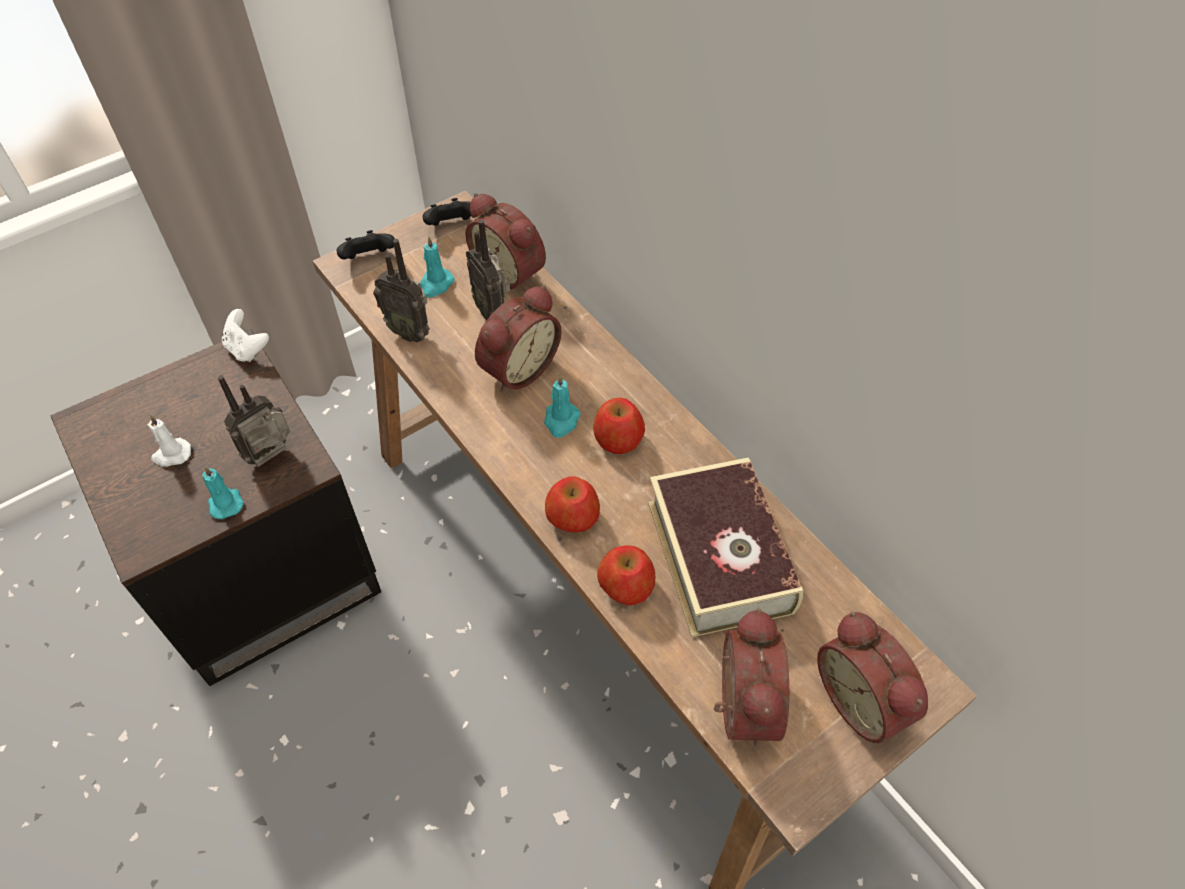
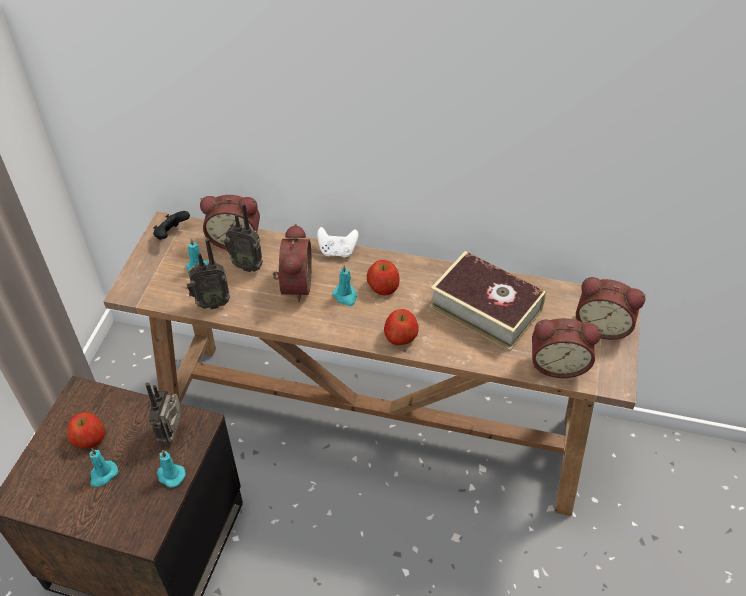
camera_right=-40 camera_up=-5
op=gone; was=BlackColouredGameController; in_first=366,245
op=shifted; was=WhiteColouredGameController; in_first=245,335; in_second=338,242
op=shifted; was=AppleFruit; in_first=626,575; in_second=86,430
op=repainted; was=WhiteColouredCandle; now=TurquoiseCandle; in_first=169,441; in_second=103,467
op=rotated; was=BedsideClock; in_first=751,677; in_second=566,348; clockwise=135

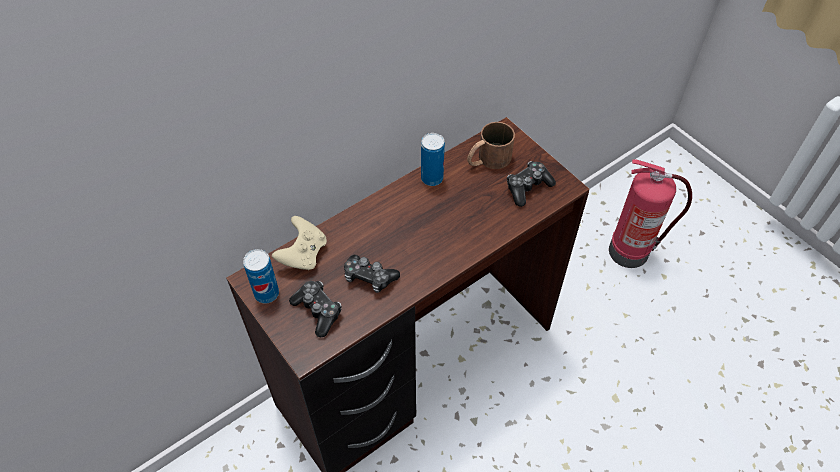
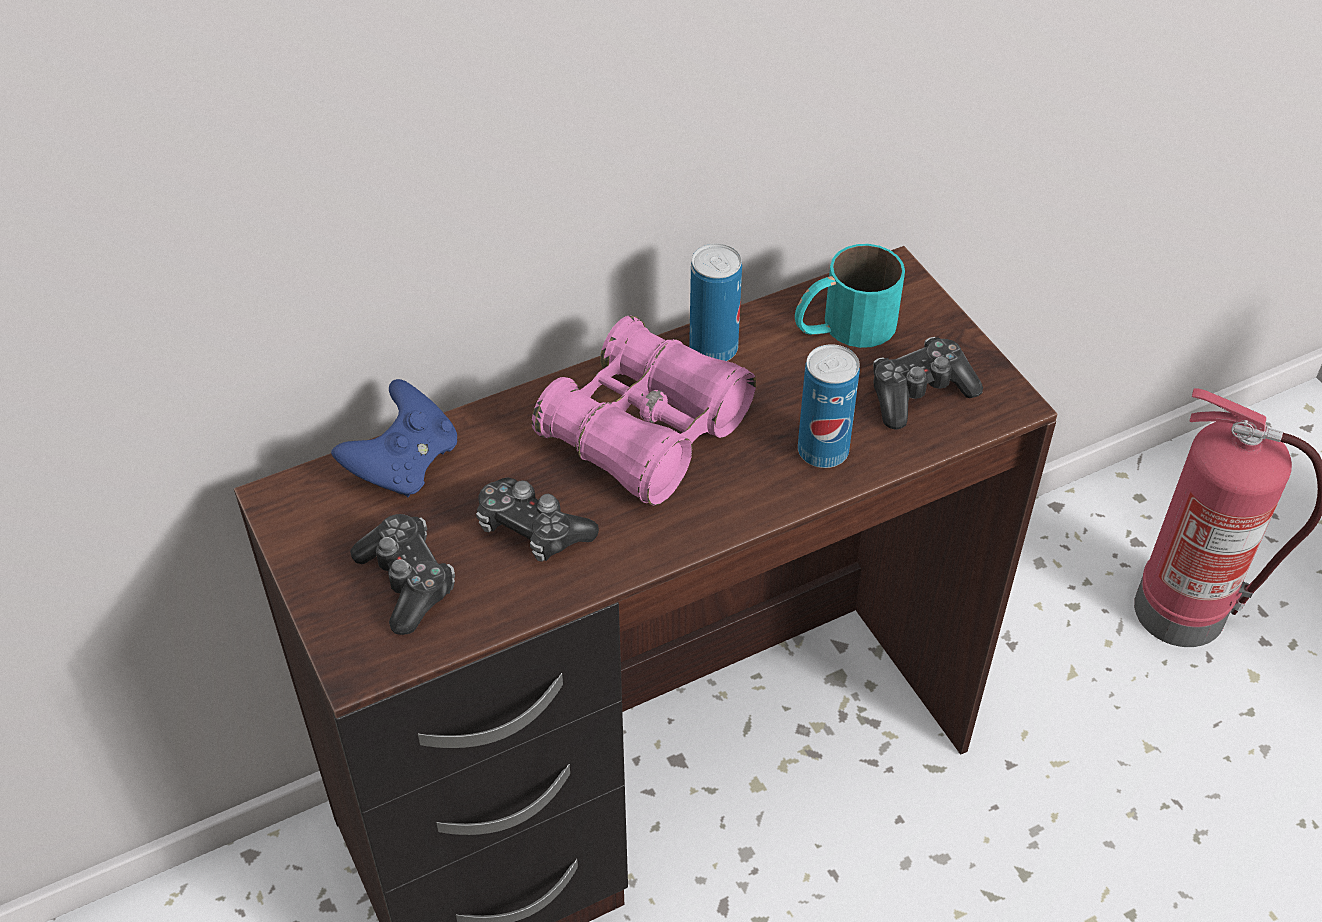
camera_right=10 camera_up=-5
op=new; now=PinkBinoculars; in_second=644,410
op=shifted; was=Can; in_first=261,276; in_second=829,406
op=repainted; was=BeigeGameController; now=BluishGameController; in_first=299,243; in_second=394,438
op=repainted; was=BrownColouredCoffeeMug; now=TurquoiseCoffeeMug; in_first=491,145; in_second=850,296

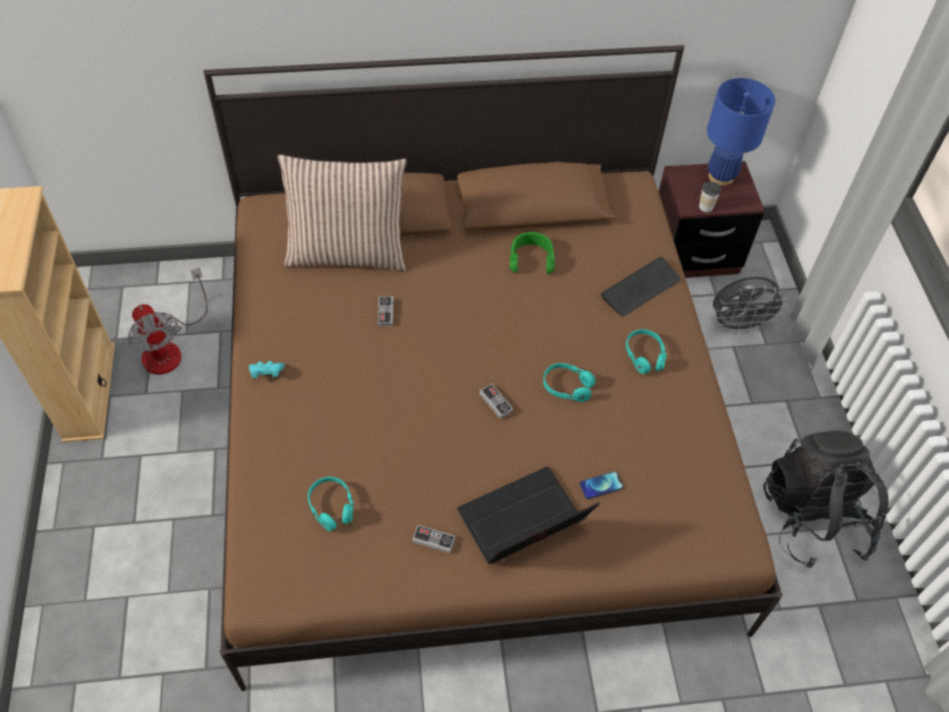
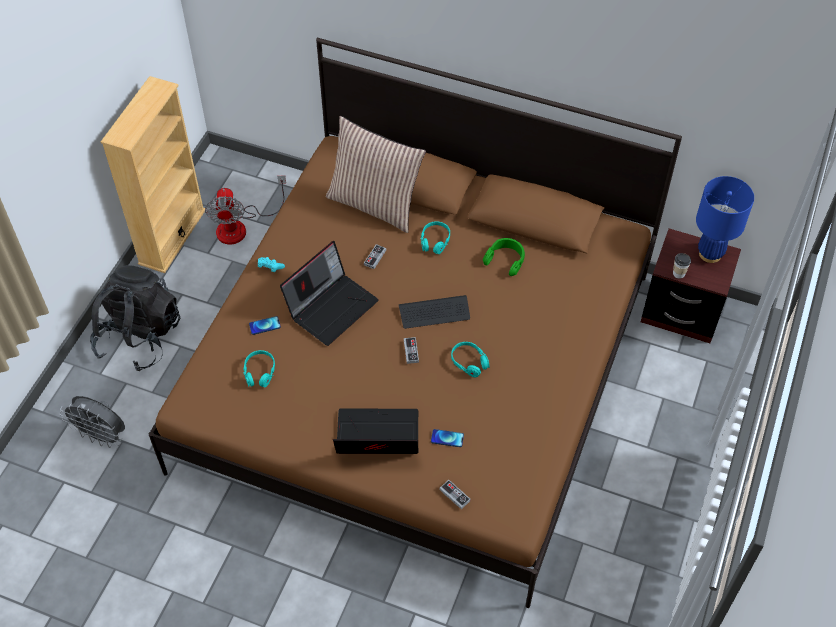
camera_right=30 camera_up=0
op=new; now=Handset; in_second=265,325
op=new; now=NotebookComputer; in_second=329,293
op=shifted; was=GameController; in_first=433,539; in_second=455,494
op=shifted; was=Keyboard; in_first=641,287; in_second=434,312
op=shifted; was=TurquoisePairOfHeadphones; in_first=646,351; in_second=435,237
op=shifted; was=GrayElectricFan; in_first=749,305; in_second=92,422
op=shifted; was=BlackColouredRucksack; in_first=826,499; in_second=135,318

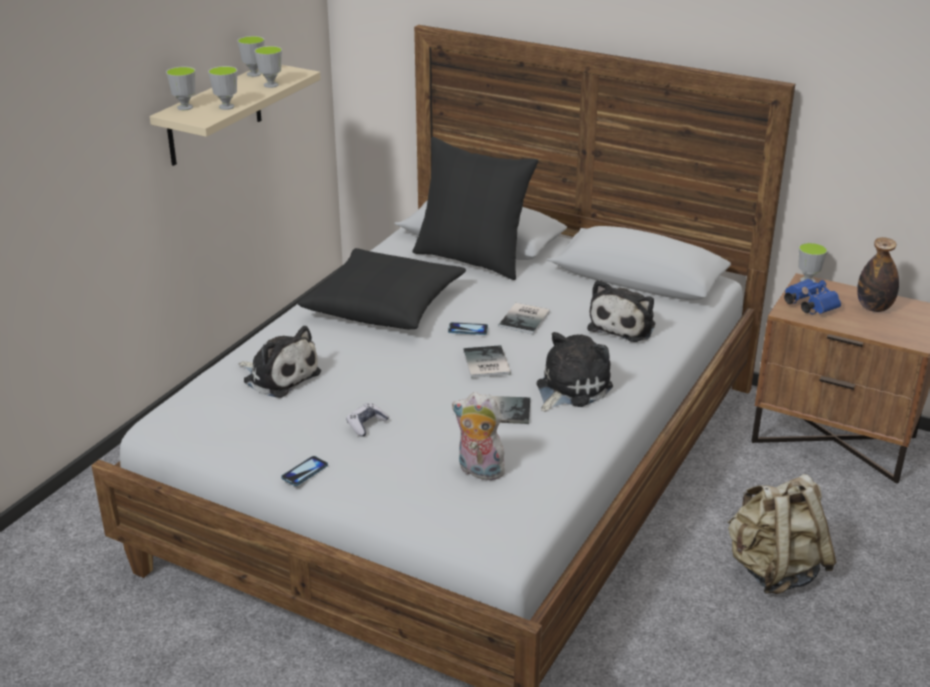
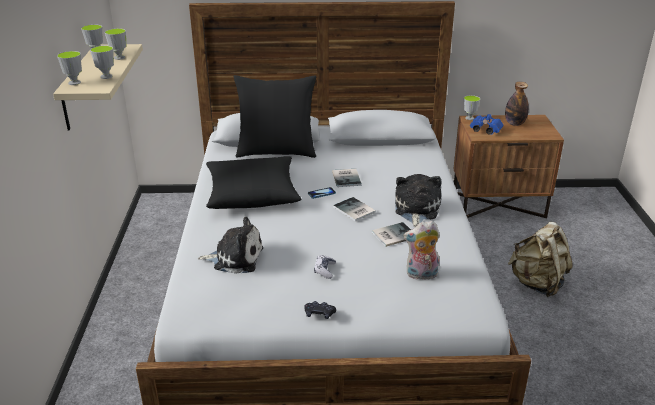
camera_right=-30 camera_up=0
op=gone; was=CuddlyToy; in_first=621,311
op=swapped; was=Handset; now=BlackColouredGameController; in_first=304,471; in_second=320,310

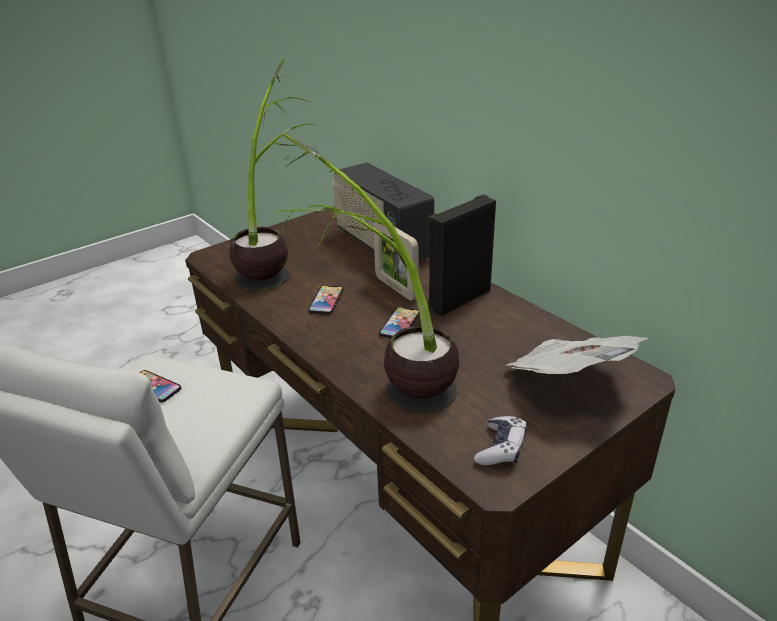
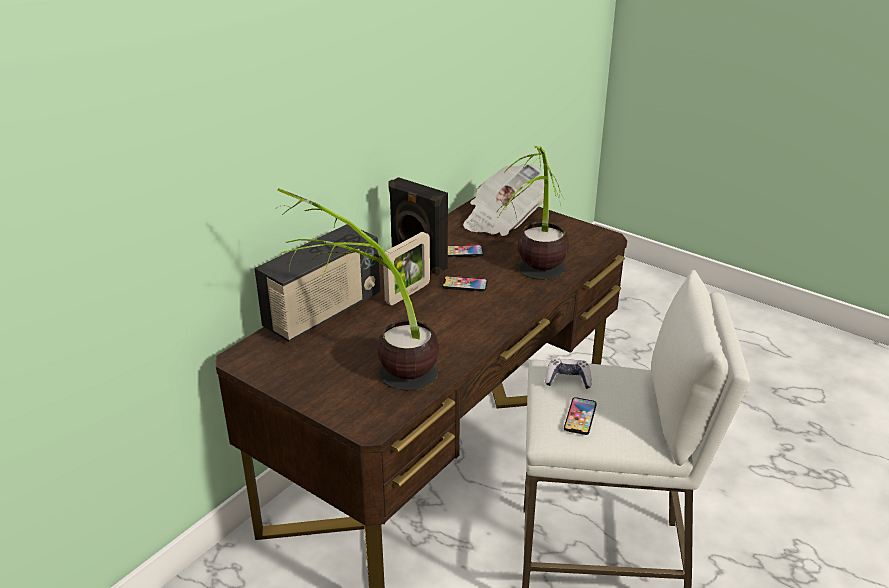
camera_right=-105 camera_up=0
op=shifted; was=Handset; in_first=325,299; in_second=465,251
op=shifted; was=GameController; in_first=500,441; in_second=568,373

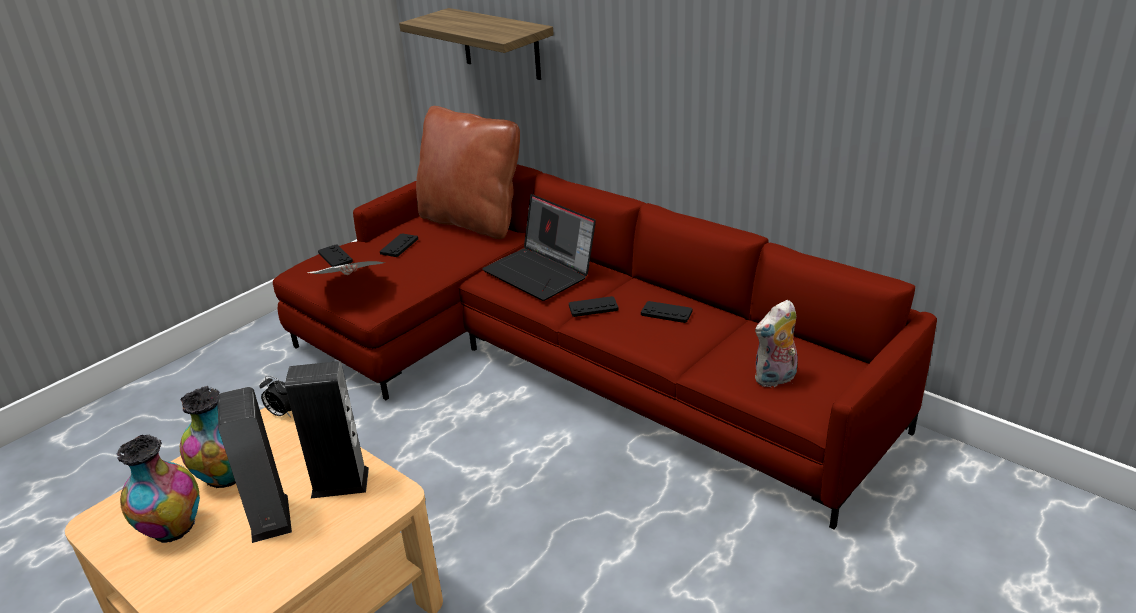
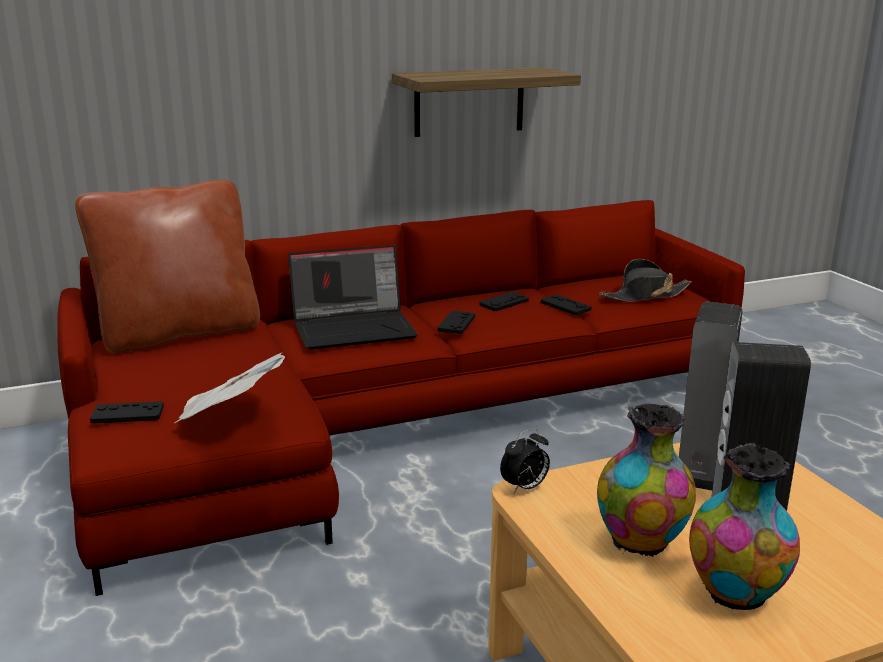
camera_right=-65 camera_up=-10
op=shifted; was=BlackColouredGameController; in_first=399,245; in_second=566,305
op=shifted; was=WallShelf; in_first=476,44; in_second=486,102
op=swapped; was=CuddlyToy; now=BlackColouredClothingHat; in_first=776,343; in_second=645,280

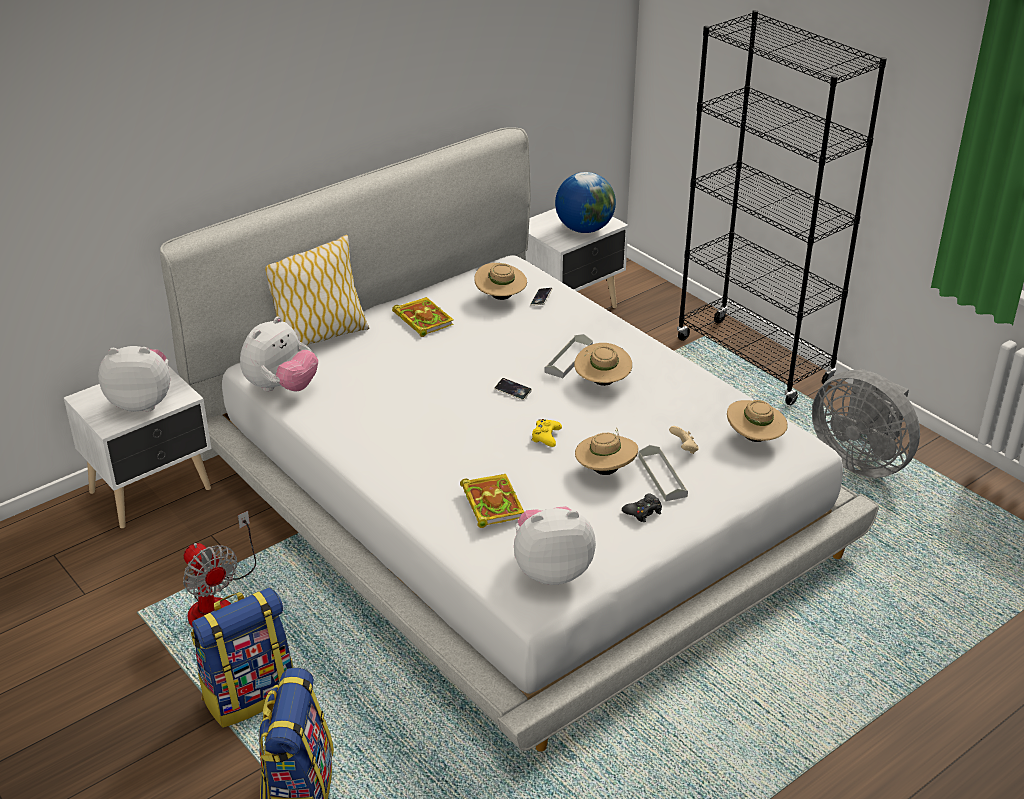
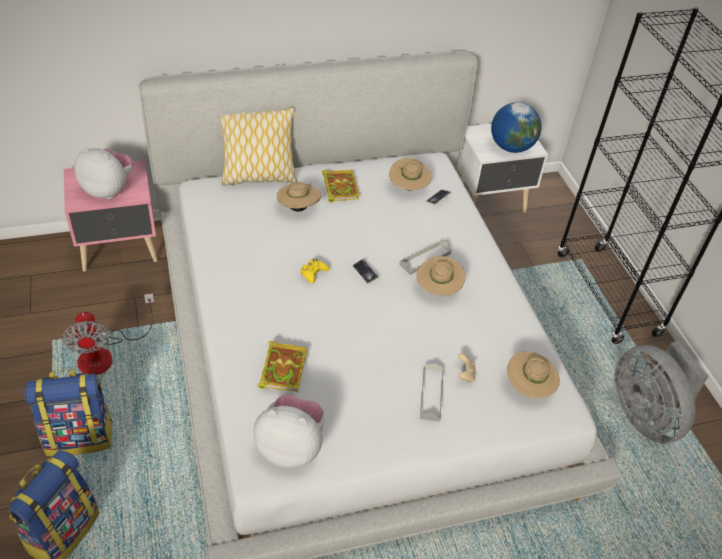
camera_right=20 camera_up=10
op=gone; was=CuddlyToy; in_first=279,354
op=gone; was=BlackColouredGameController; in_first=642,508
op=shifted; was=YellowColouredGameController; in_first=546,433; in_second=315,271
op=shifted; was=BeigeClothingHat; in_first=606,451; in_second=299,197
op=repainted; was=WhiteColouredNightTable; now=PinkNightTable; in_first=138,447; in_second=111,215

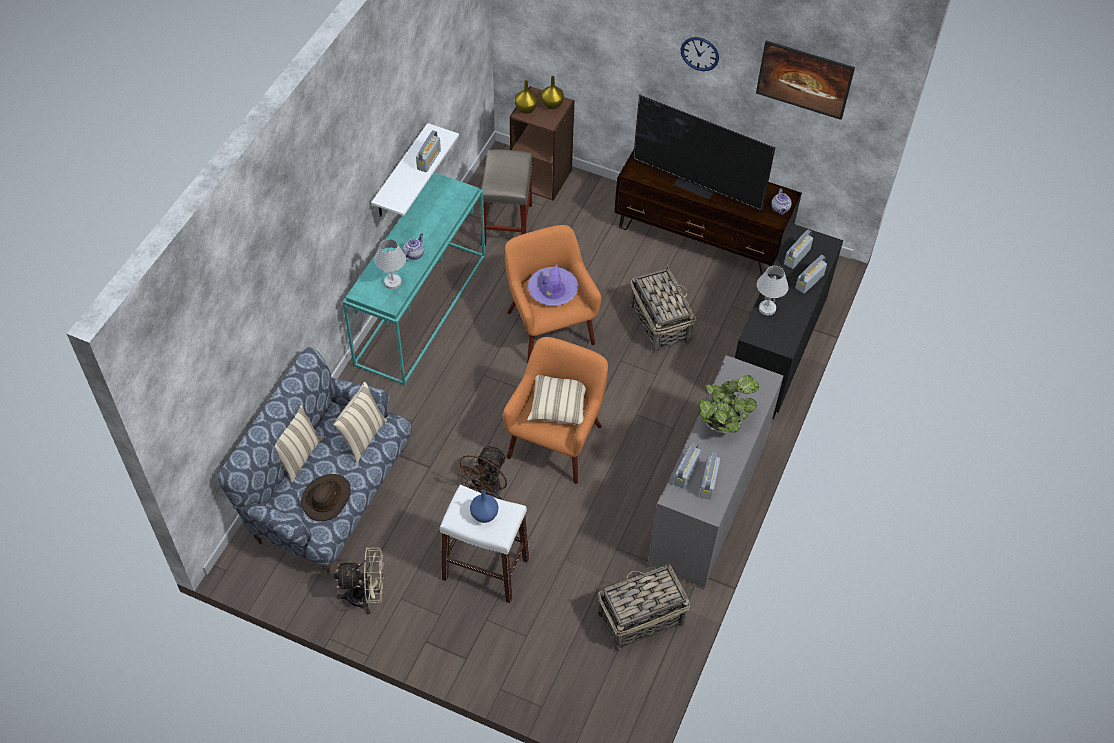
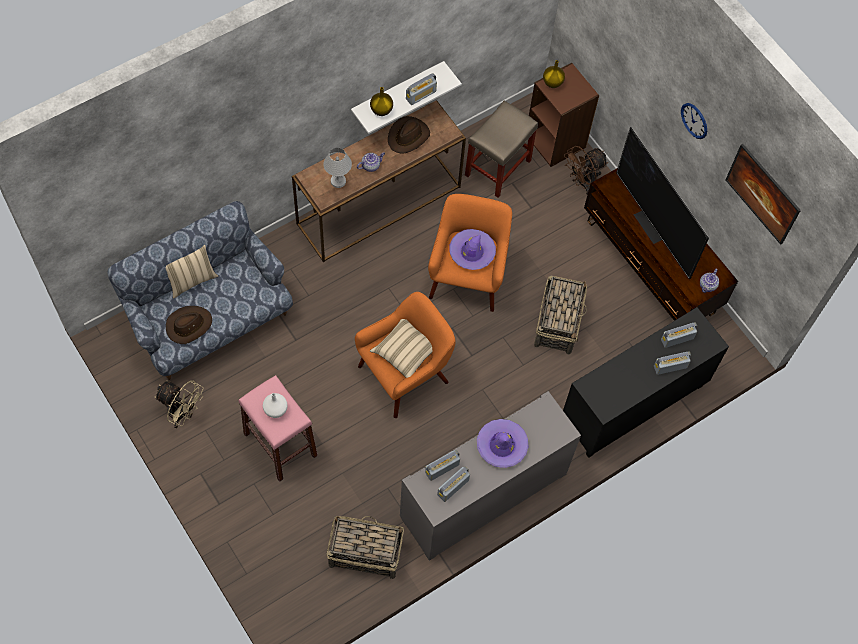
camera_right=30 camera_up=10
op=gone; was=BeigeCushion; in_first=360,422
op=gone; was=WhiteColouredTabletopLamp; in_first=773,290
op=new; now=BrownColouredClothingHat; in_second=409,135
op=shifted; was=BrownColouredElectricFan; in_first=481,472; in_second=586,170
op=shifted; was=YellowColouredVase; in_first=552,92; in_second=381,101
op=swapped; was=PottedPlant; now=PurpleColouredClothingHat; in_first=729,404; in_second=503,443
op=repainted; was=TurquoiseConsoleTable; now=BrownColouredConsoleTable; in_first=413,279; in_second=379,181
op=repainted; was=WhiteColouredSittingStool; now=PinkSittingStool; in_first=484,544; in_second=278,428
op=repainted; was=BluishVase; now=WhiteColouredVase; in_first=484,506; in_second=275,405

